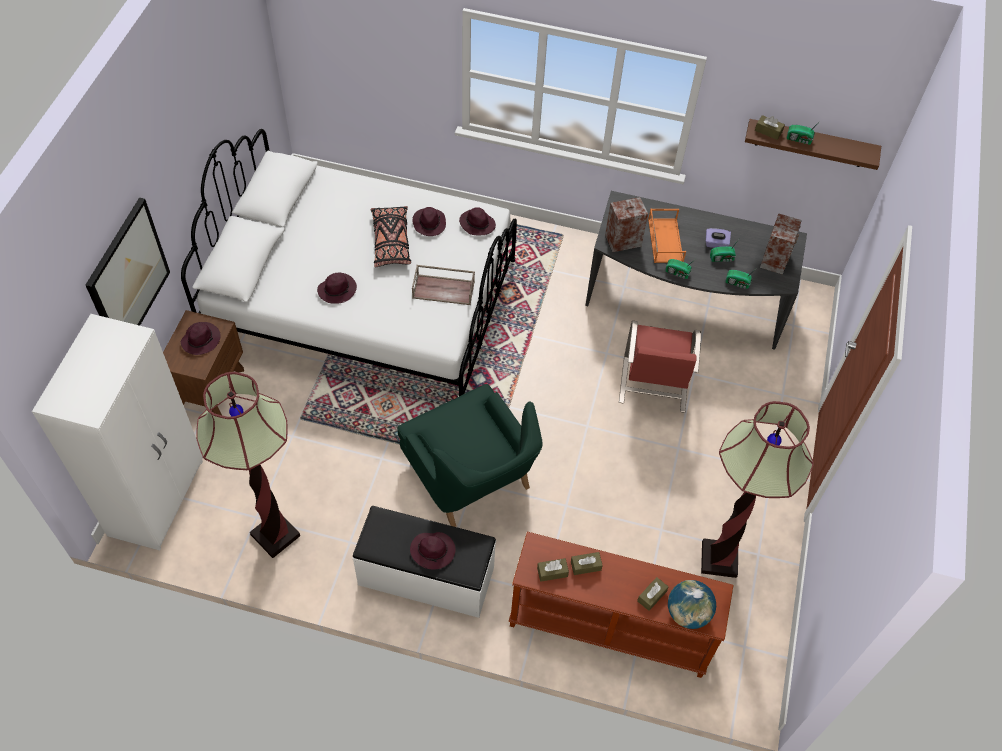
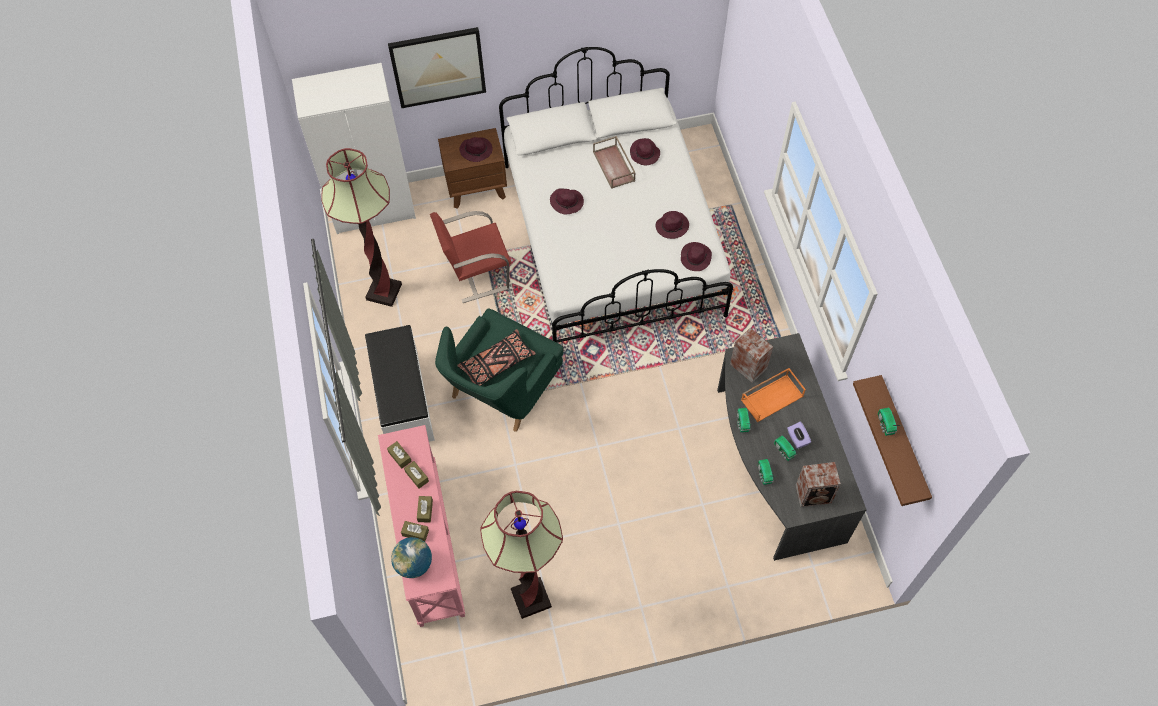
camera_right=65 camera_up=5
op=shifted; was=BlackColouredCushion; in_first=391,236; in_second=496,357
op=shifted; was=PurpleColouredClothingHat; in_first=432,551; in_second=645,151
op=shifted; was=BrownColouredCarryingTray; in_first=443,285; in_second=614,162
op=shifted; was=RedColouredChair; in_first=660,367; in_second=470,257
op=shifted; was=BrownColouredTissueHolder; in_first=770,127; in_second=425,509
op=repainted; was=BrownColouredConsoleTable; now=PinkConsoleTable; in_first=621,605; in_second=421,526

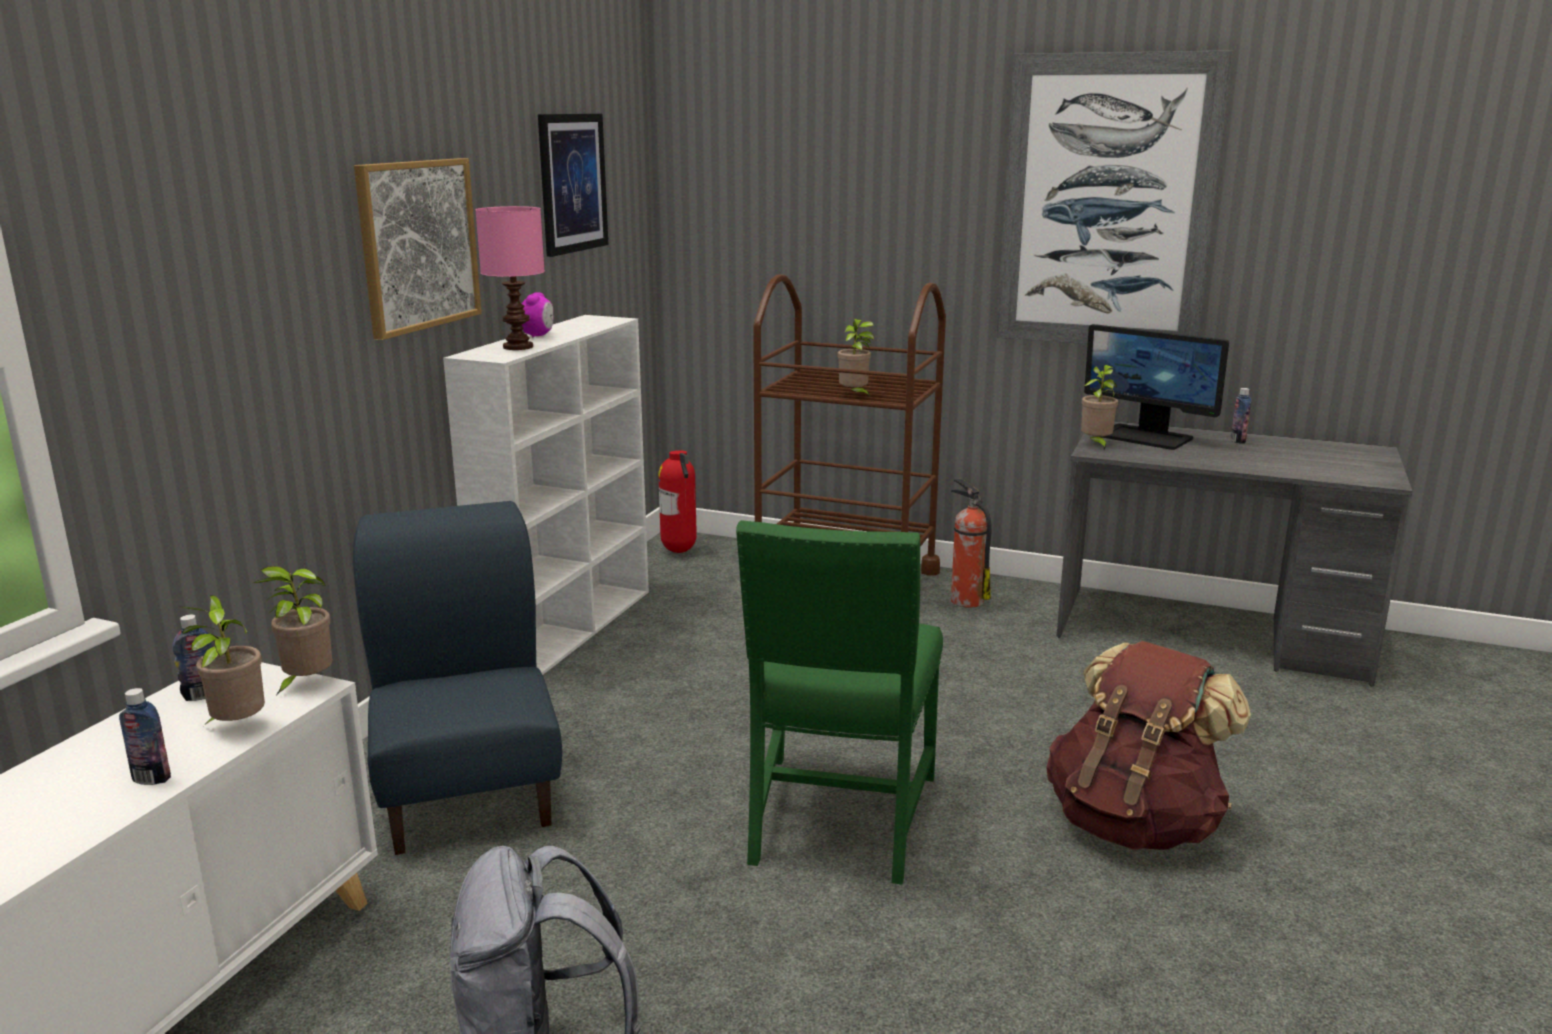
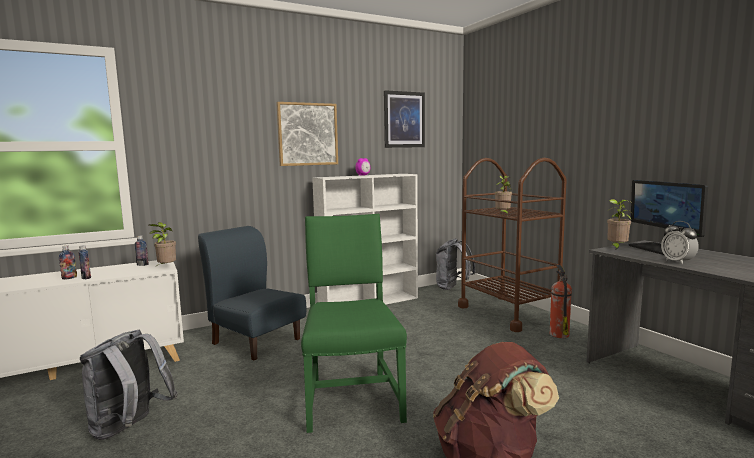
camera_right=40 camera_up=-10
op=gone; was=PottedPlant; in_first=223,660
op=gone; was=PinkTabletopLamp; in_first=510,278
op=gone; was=Picture; in_first=1114,197
op=new; now=BedsideClock; in_second=680,242
op=shifted; was=DrinkBottle; in_first=1240,416; in_second=68,263
op=swapped; was=FireExtinguisher; now=GrayRucksack; in_first=677,501; in_second=456,264
op=rotated; was=BluishChair; in_first=457,678; in_second=252,293; clockwise=-75
op=rotated; was=GreenColouredChair; in_first=839,702; in_second=354,323; clockwise=120

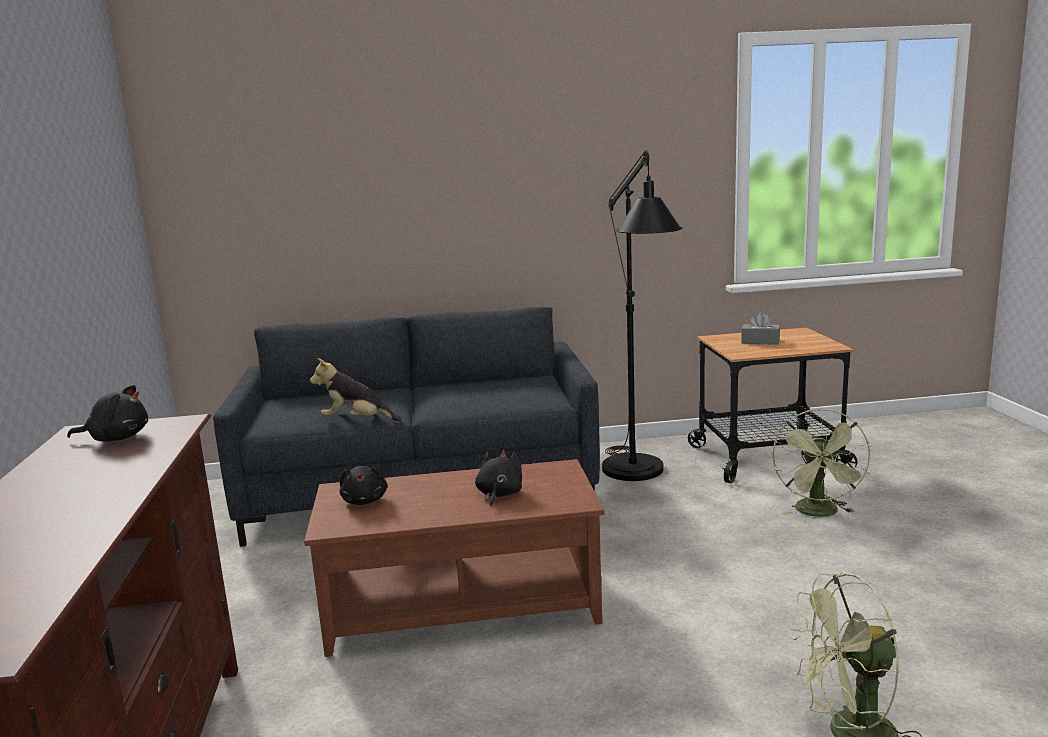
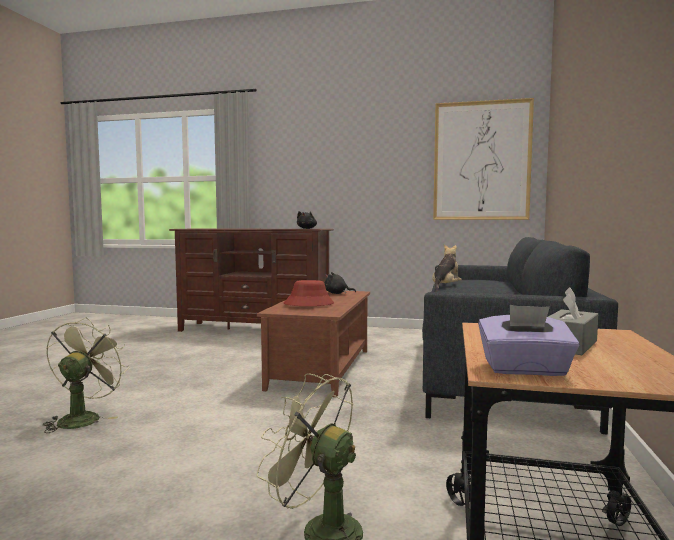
camera_right=110 camera_up=-10
op=gone; was=BlackColouredFloorLamp; in_first=642,315
op=new; now=Picture; in_second=483,159
op=new; now=PurpleColouredTissueHolder; in_second=528,340
op=swapped; was=BlackColouredCuddlyToy; now=RedColouredClothingHat; in_first=498,478; in_second=309,293

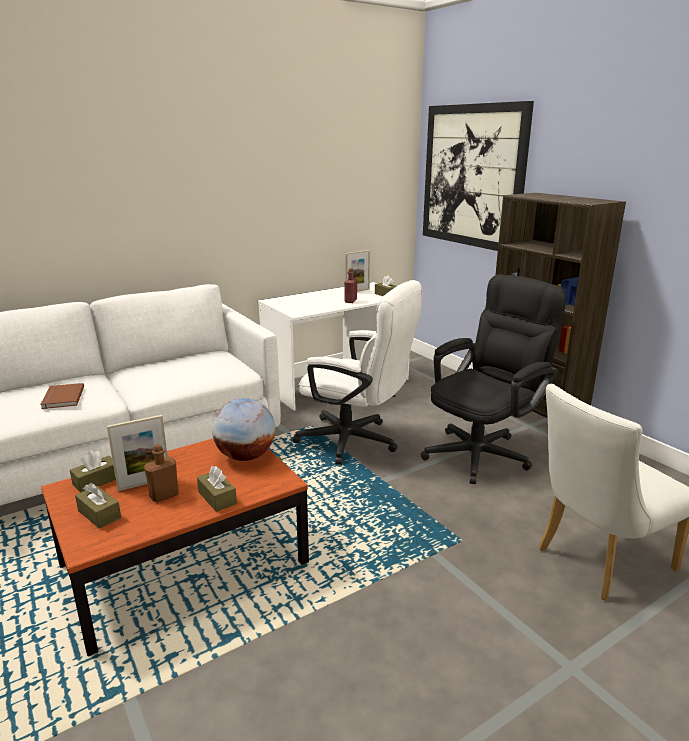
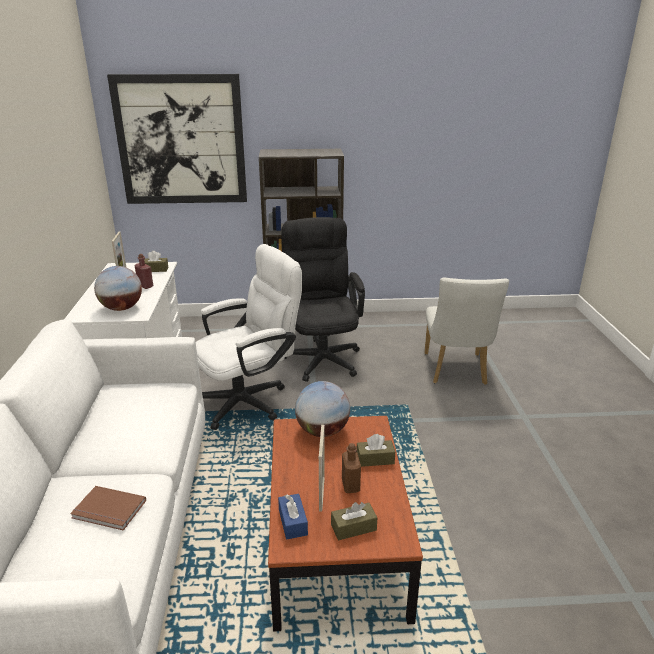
camera_right=-60 camera_up=5
op=new; now=WorldGlobe; in_second=118,288
op=repainted; was=BrownColouredTissueHolder; now=BluishTissueHolder; in_first=93,471; in_second=293,516

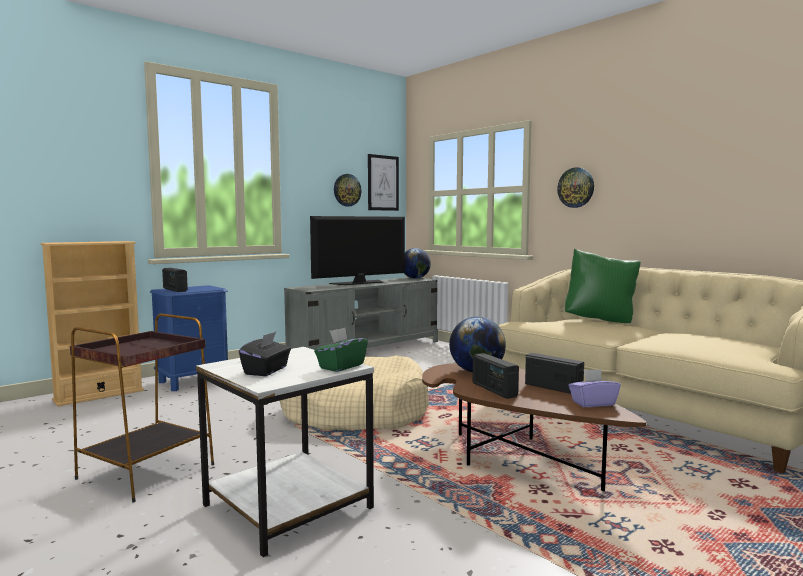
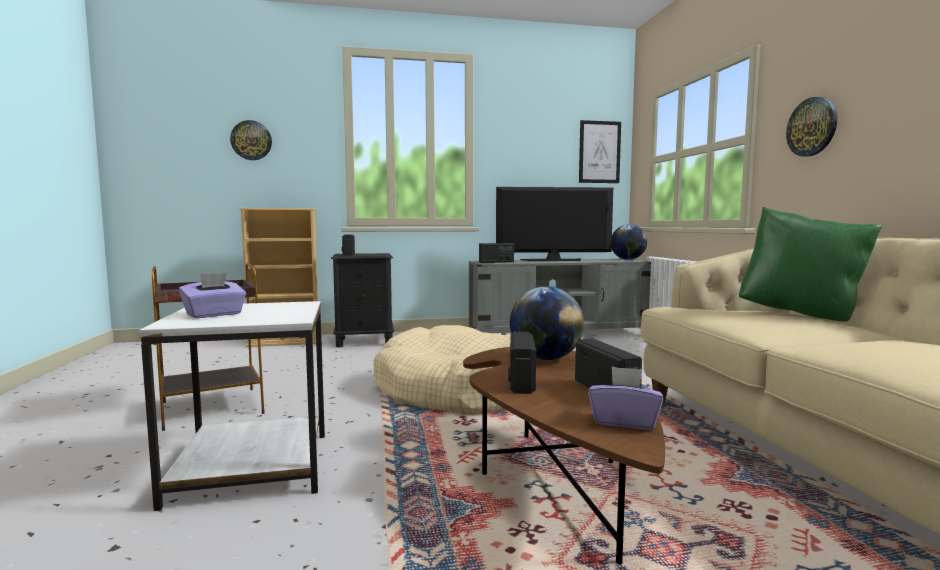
camera_right=30 camera_up=0
op=gone; was=GreenColouredTissueHolder; in_first=341,350
op=new; now=Radio; in_second=496,253
op=shifted; was=ClockOnTheWall; in_first=347,190; in_second=251,140
op=repainted; was=BluishNightTable; now=BlackColouredNightTable; in_first=189,338; in_second=362,300
op=repainted; was=BlackColouredTissueHolder; now=PurpleColouredTissueHolder; in_first=265,354; in_second=212,295

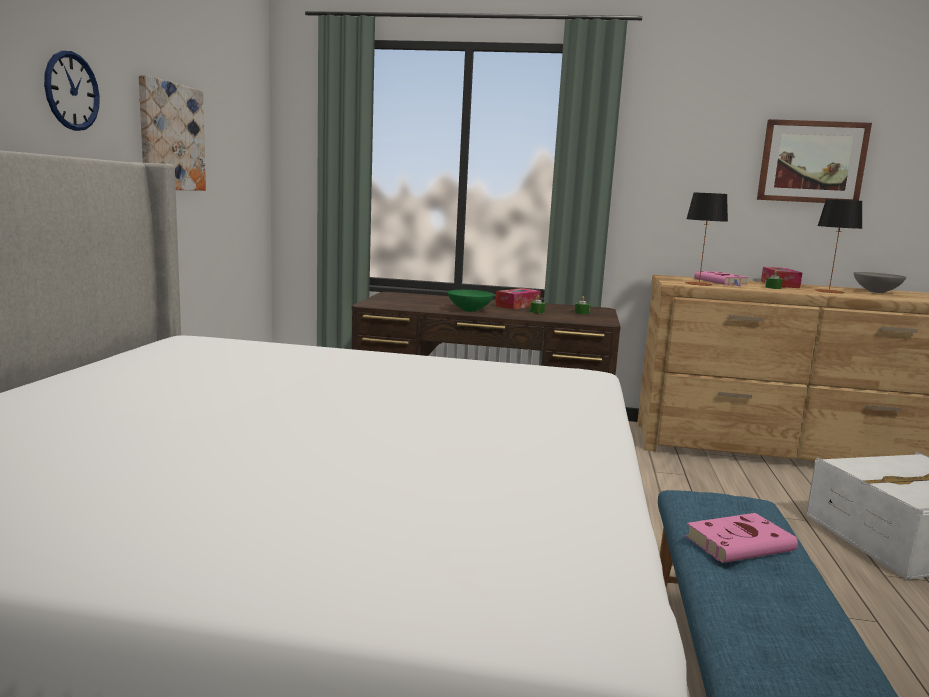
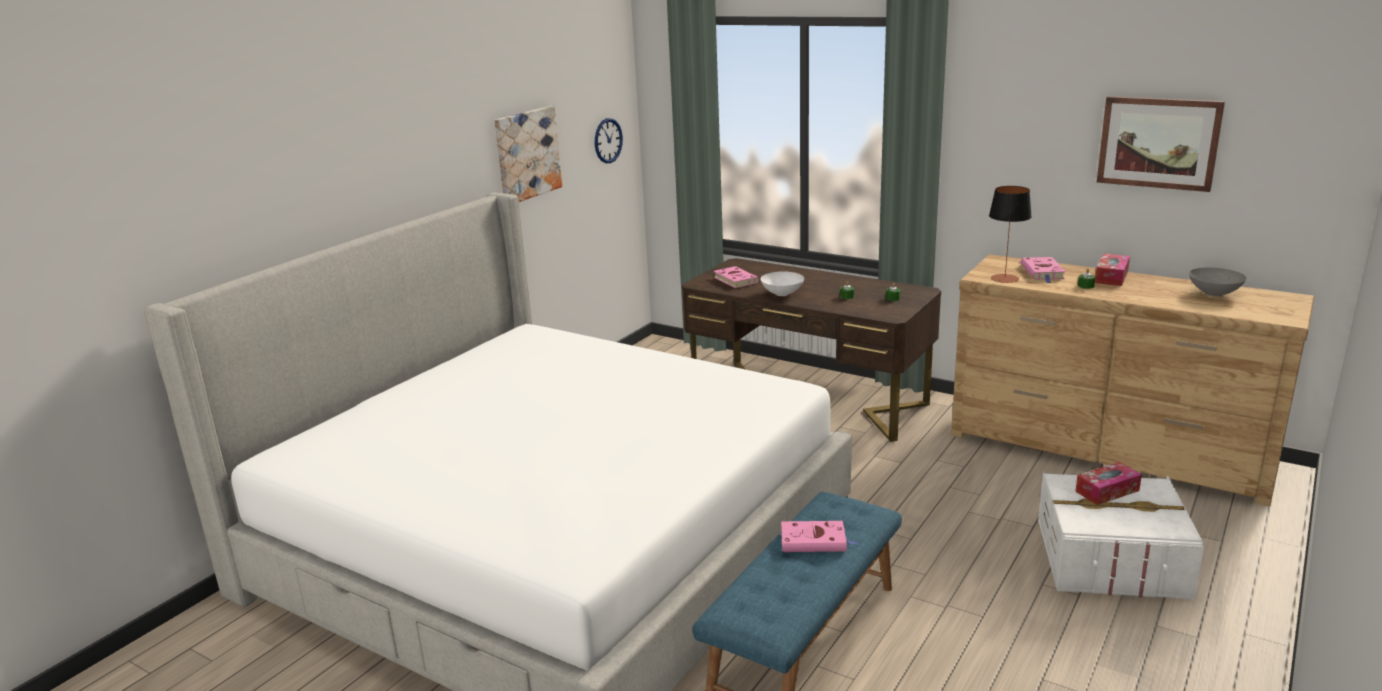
camera_right=25 camera_up=10
op=gone; was=TabletopLamp; in_first=838,246
op=new; now=PinkVolume; in_second=736,277
op=shifted; was=ClockOnTheWall; in_first=72,91; in_second=609,140
op=shifted; was=TissueHolder; in_first=518,298; in_second=1108,483
op=repainted; was=GreenColouredBowl; now=WhiteColouredBowl; in_first=470,301; in_second=782,283

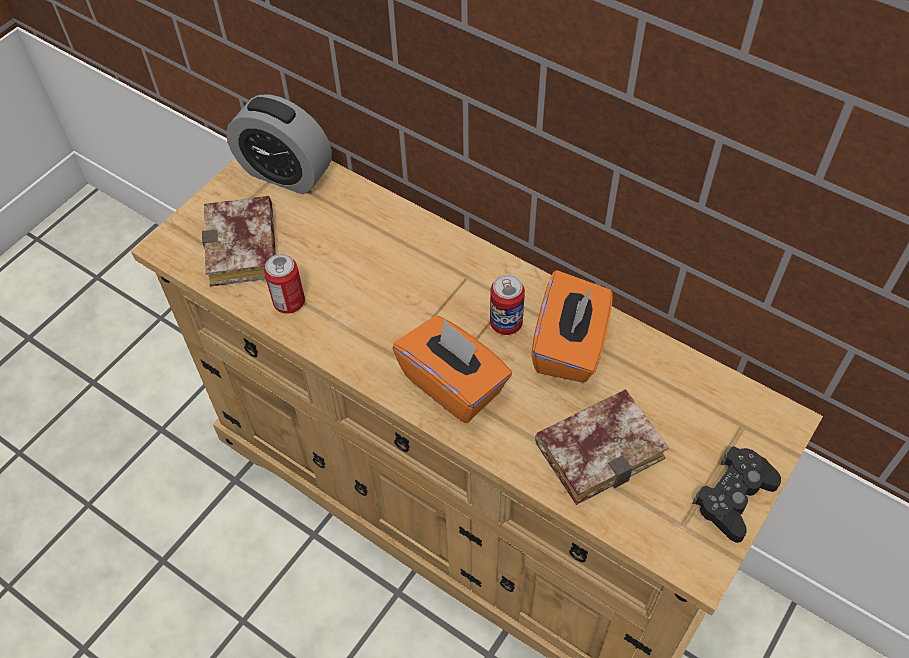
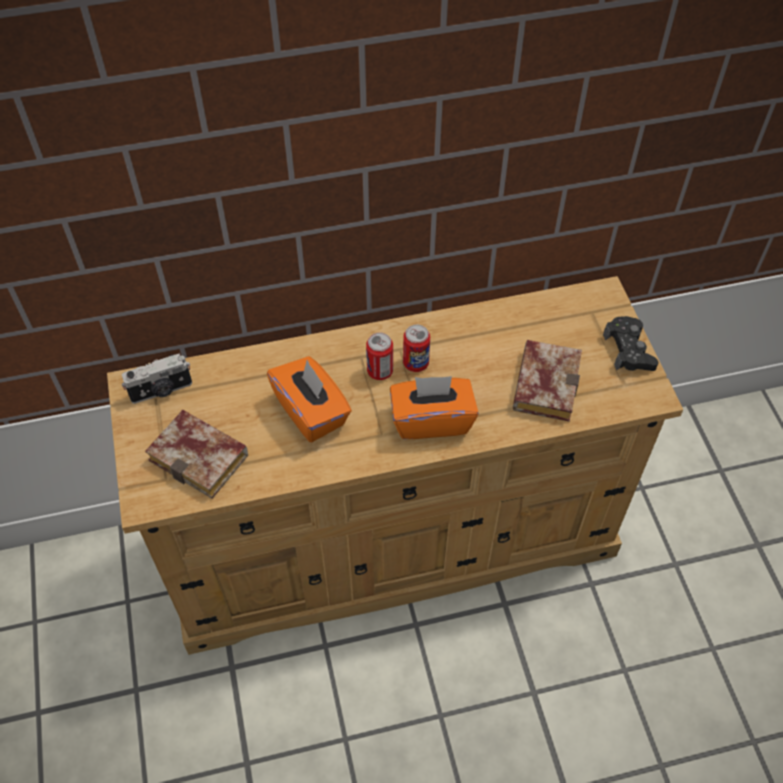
camera_right=-50 camera_up=0
op=shifted; was=Can; in_first=284,284; in_second=379,356
op=shifted; was=OrangeColouredTissueHolder; in_first=571,326; in_second=309,399
op=swapped; was=BedsideClock; now=PhotoCamera; in_first=279,144; in_second=157,378

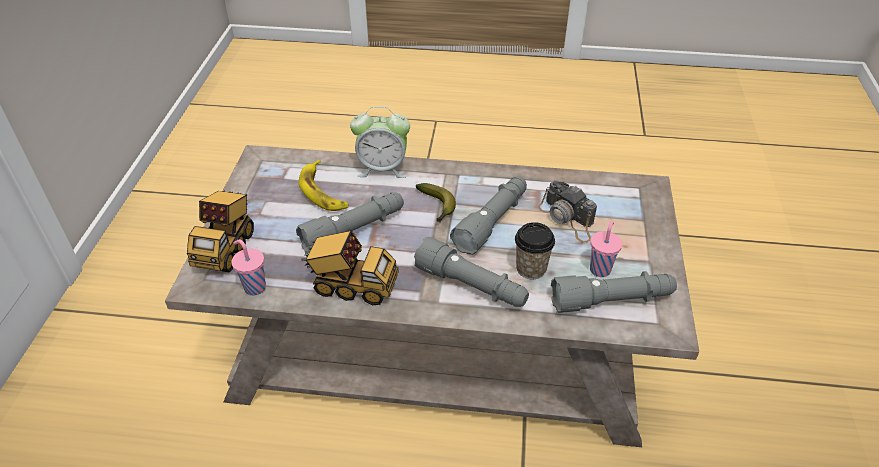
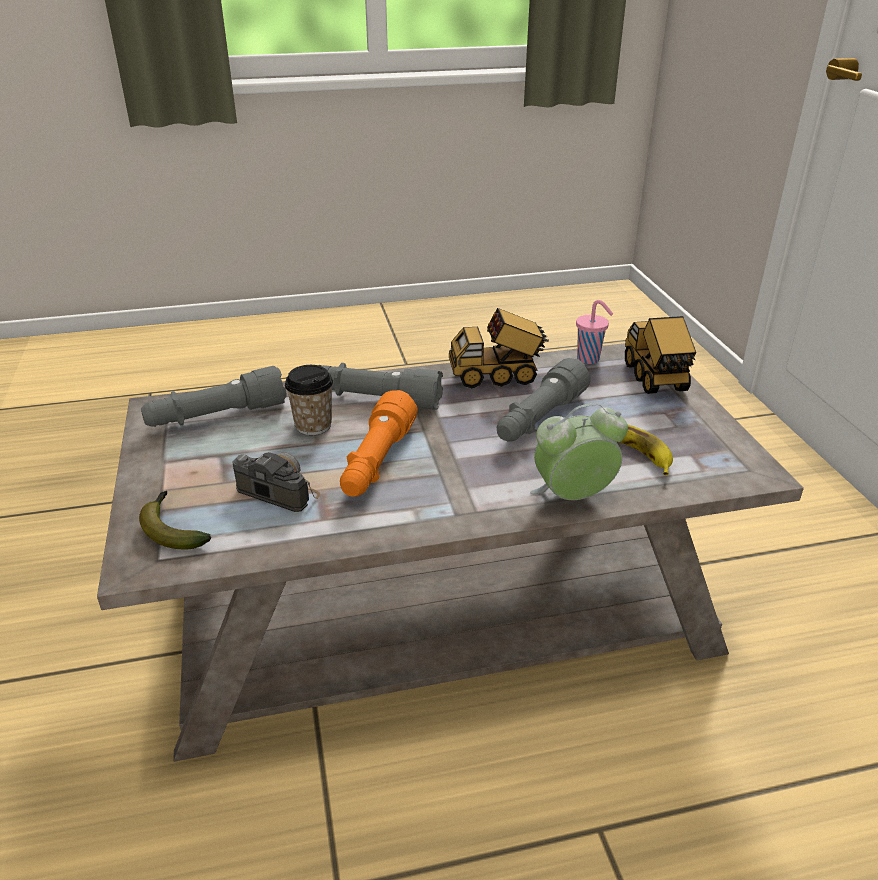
camera_right=160 camera_up=-10
op=gone; was=PinkCup; in_first=606,249
op=shifted; was=WholeBanana; in_first=436,202; in_second=175,520
op=repainted; was=GrayFlashlight; now=OrangeColouredFlashlight; in_first=488,216; in_second=379,443

